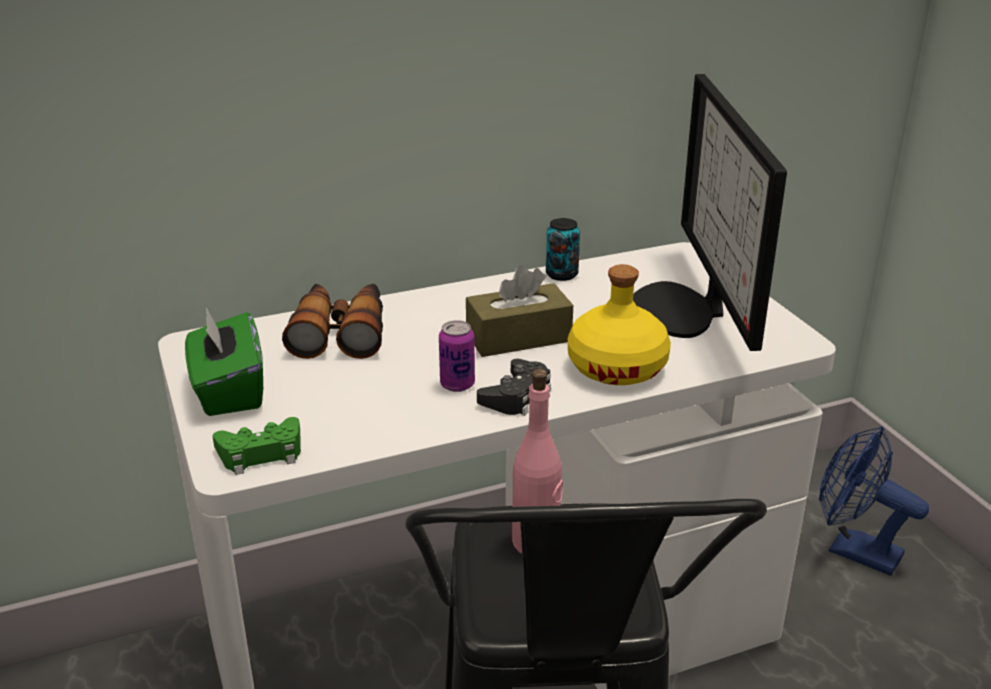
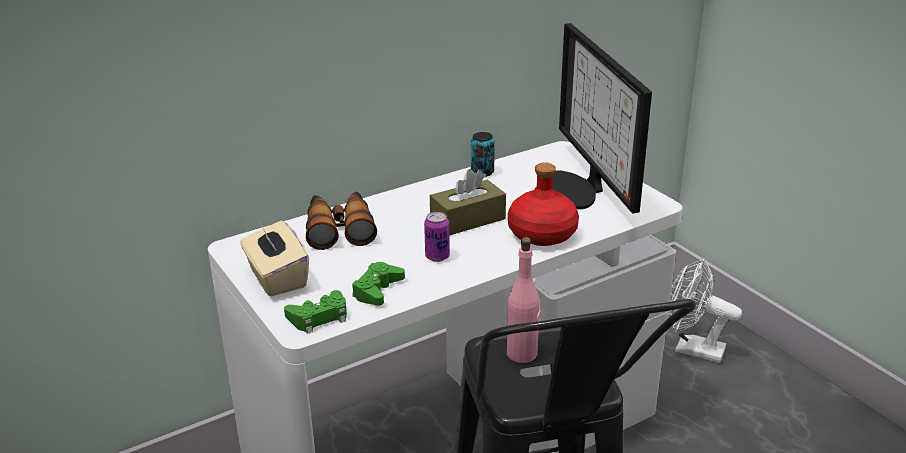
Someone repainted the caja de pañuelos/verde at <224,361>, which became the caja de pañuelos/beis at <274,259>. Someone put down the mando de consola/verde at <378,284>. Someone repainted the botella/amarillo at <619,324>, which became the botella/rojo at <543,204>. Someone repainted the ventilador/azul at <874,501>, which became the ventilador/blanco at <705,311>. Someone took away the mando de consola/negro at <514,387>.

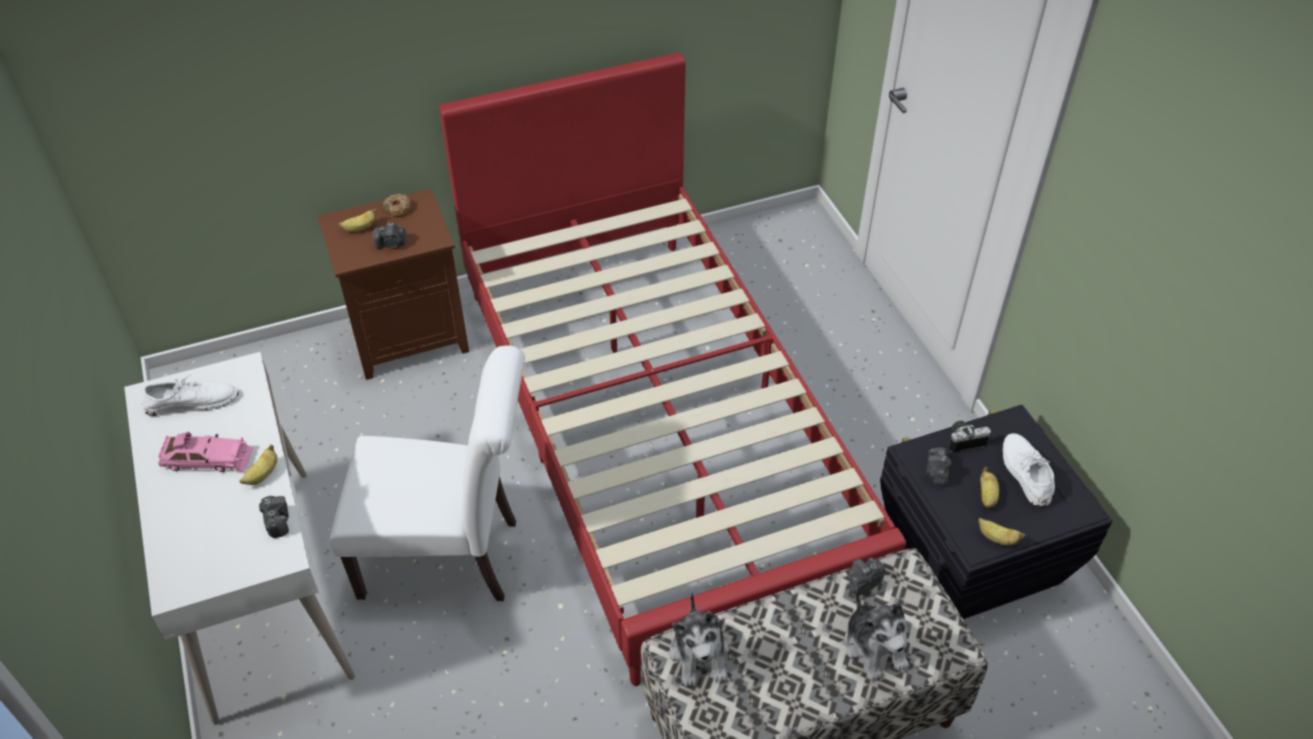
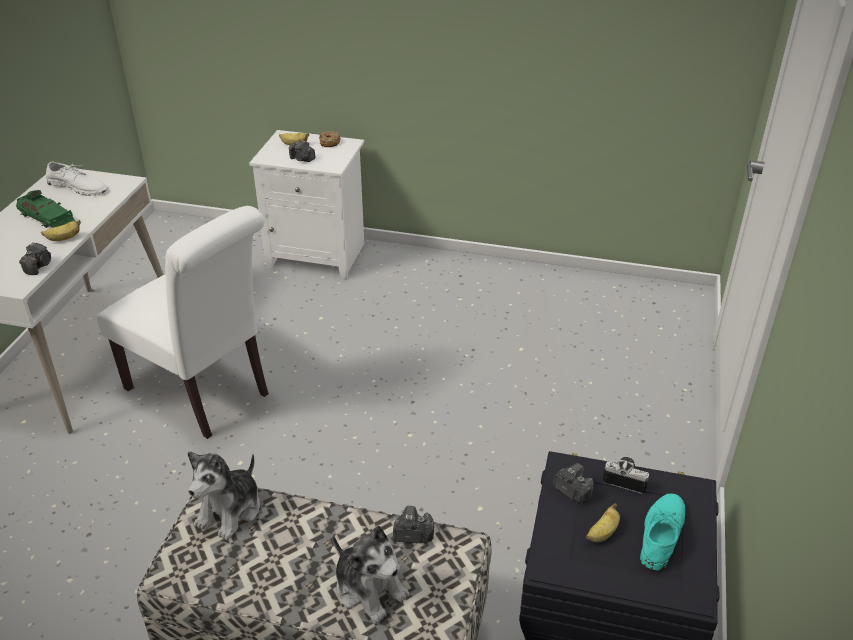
Someone repainted the coche de juguete/rosa at <205,452>, which became the coche de juguete/verde at <45,209>. Someone repainted the mesita de noche/marrón at <393,284>, which became the mesita de noche/blanco at <306,204>. Someone rotated the peluche at <876,635> by 60 degrees counterclockwise. Someone rotated the cámara at <939,466> by 90 degrees clockwise. Someone repainted the zapato/blanco at <1029,469>, which became the zapato/turquesa at <662,532>. Someone took away the cama/rojo at <672,369>. Someone took away the plátano at <1001,532>.

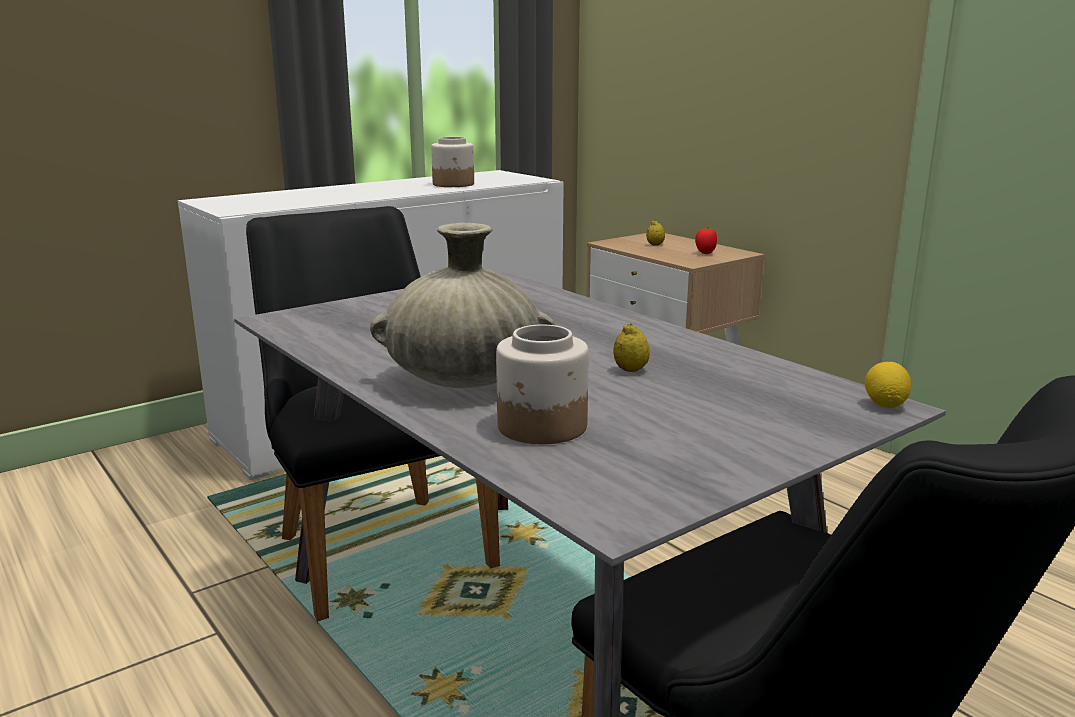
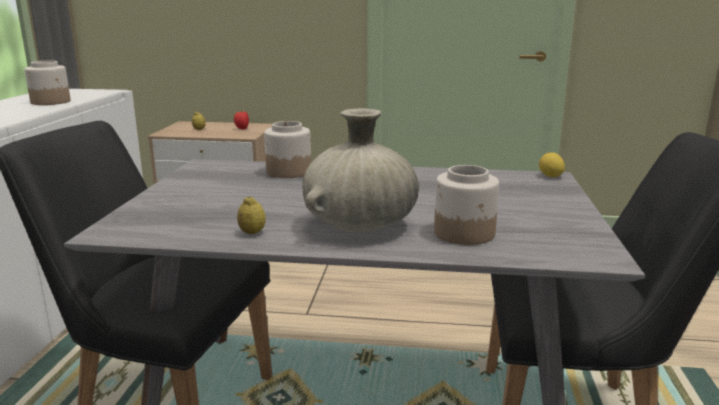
Someone carried the limón from <631,347> to <251,215>. Someone put down the tarro at <287,149>.

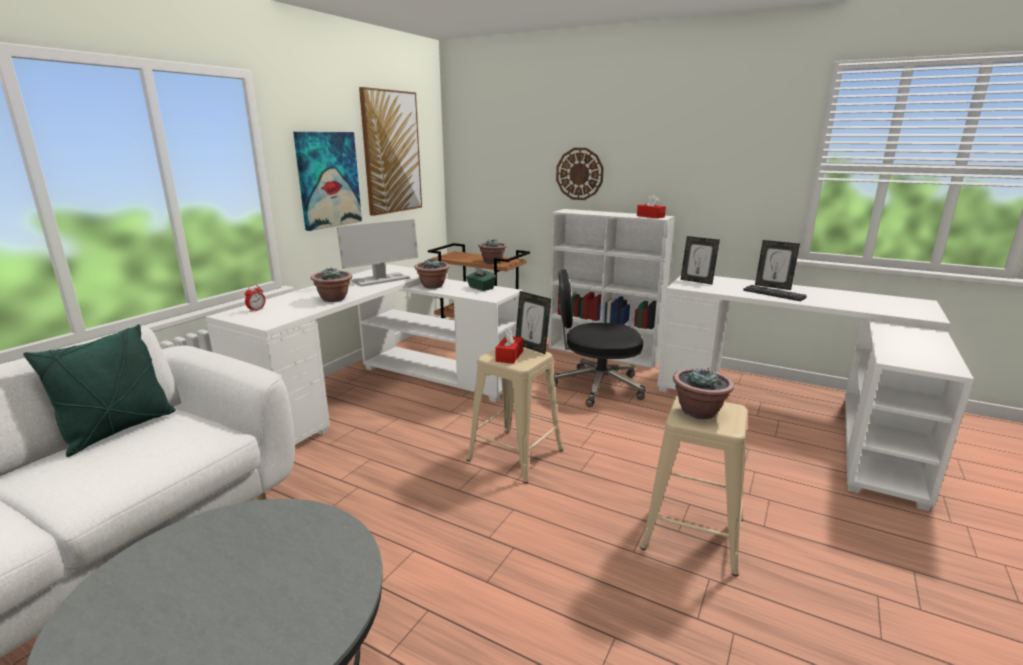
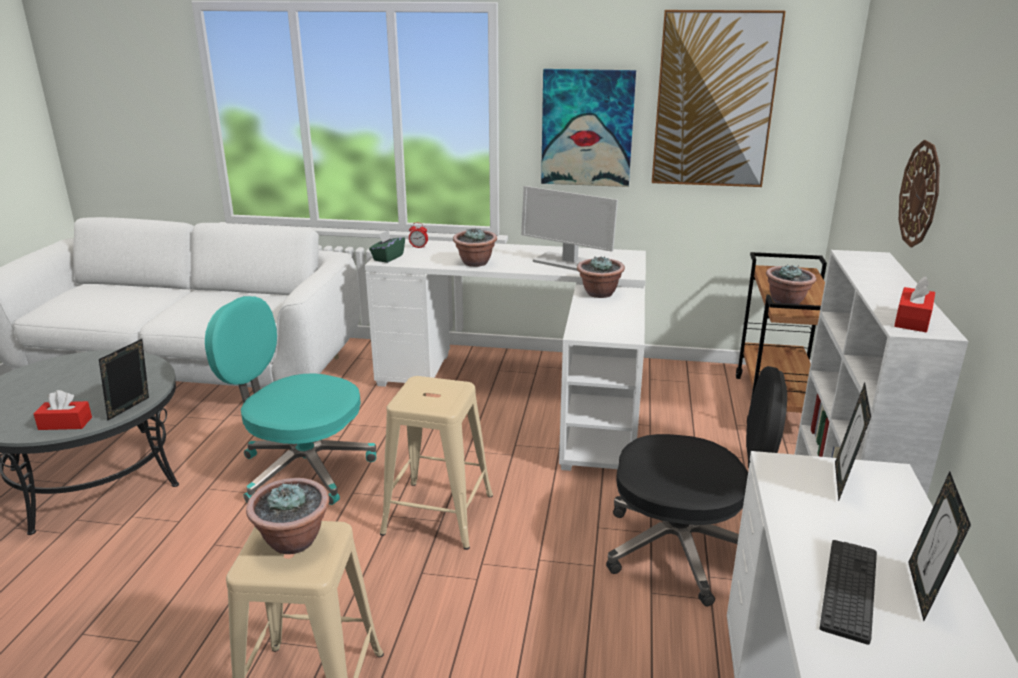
Someone carried the caja de pañuelos/rojo from <509,346> to <63,410>. Someone carried the portarretratos from <533,322> to <124,380>. Someone put down the silla de oficina/turquesa at <290,400>. Someone carried the caja de pañuelos/verde from <481,279> to <387,247>. Someone rotated the silla de oficina/negro at <599,338> by 120 degrees clockwise. Someone took away the cojín/verde at <100,390>.

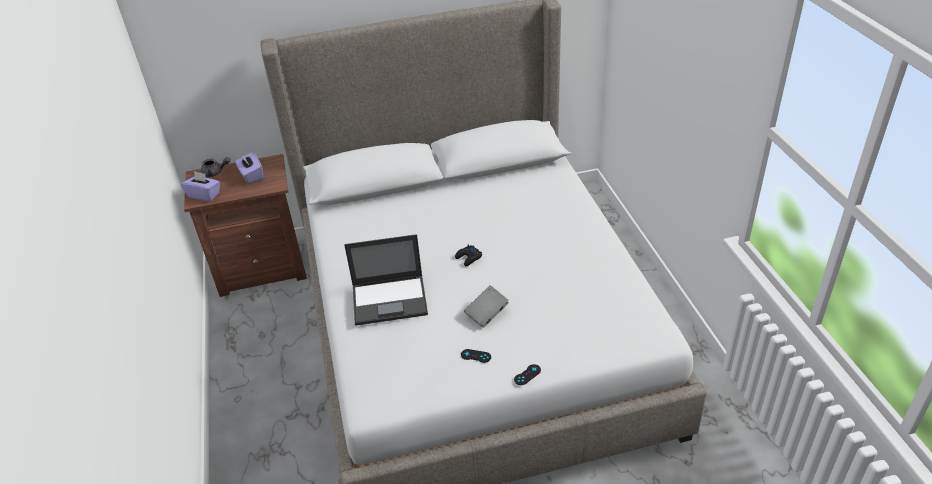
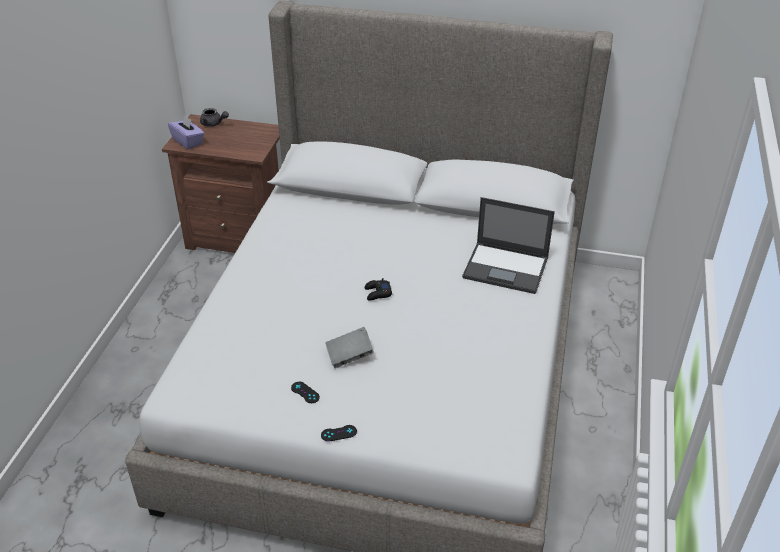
Someone carried the portátil from <386,279> to <508,245>. Someone took away the caja de pañuelos/morado at <249,168>.

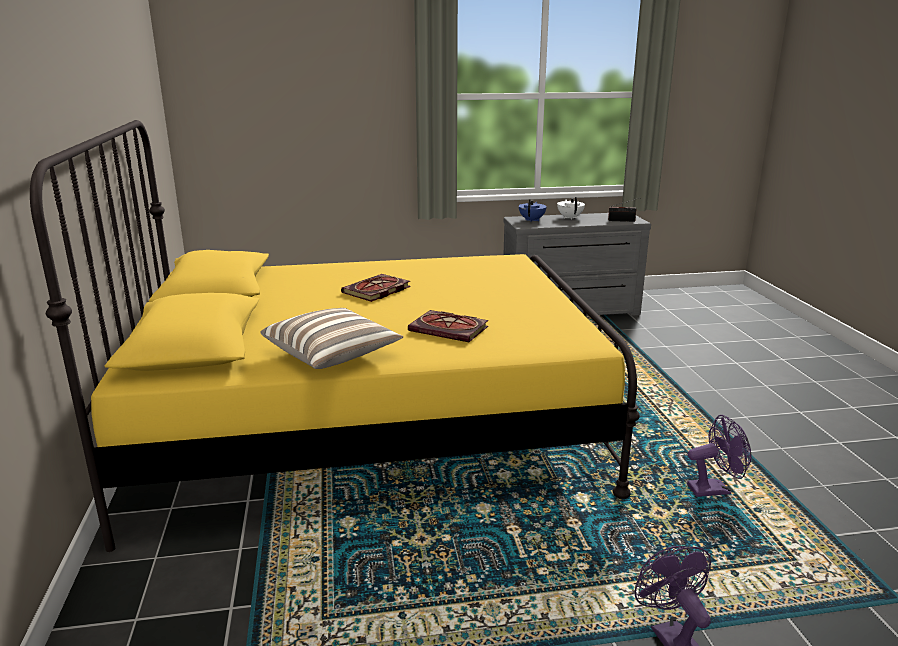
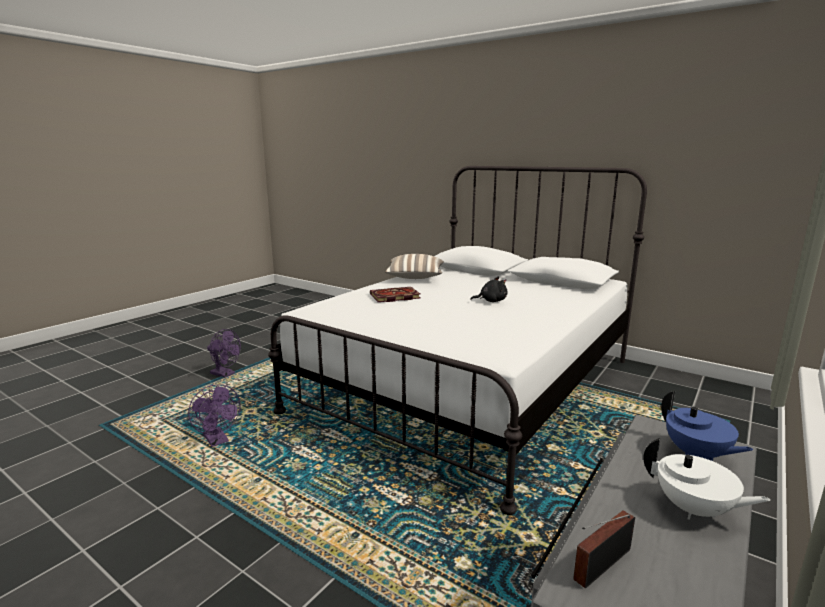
Someone rotated the ventilador/morado at <719,456> by 75 degrees counterclockwise. Someone repainted the cama/amarillo at <335,336>, which became the cama/blanco at <457,340>. Someone swapped the libro at <376,288> for the peluche/negro at <488,289>.

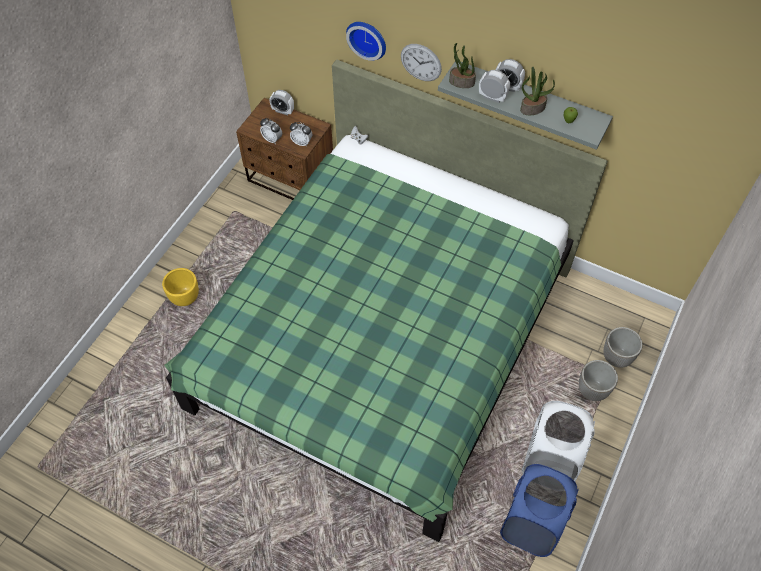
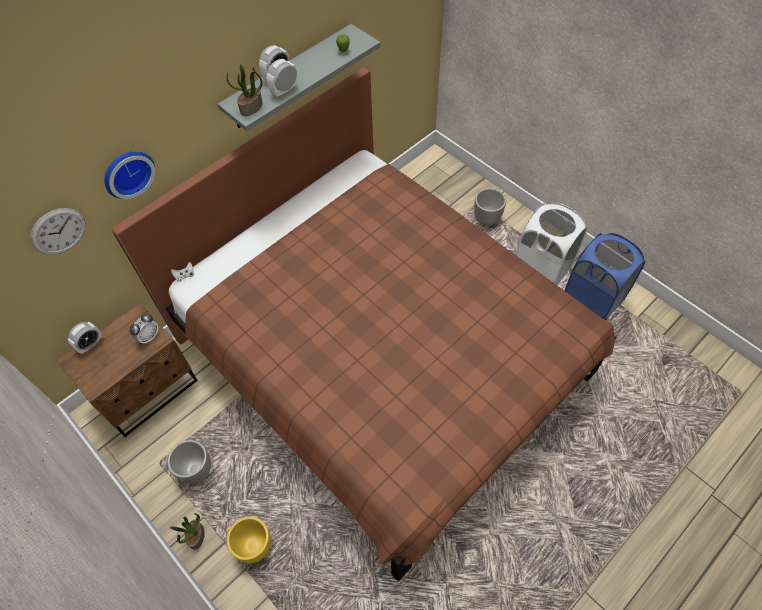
Someone carried the reloj de pared from <421,62> to <58,231>. Someone repainted the cama/verde at <386,301>, which became the cama/marrón at <363,324>. Someone carried the maceta from <623,347> to <189,462>. Someone carried the planta en maceta from <537,91> to <187,531>. Someone took away the despertador at <271,131>.

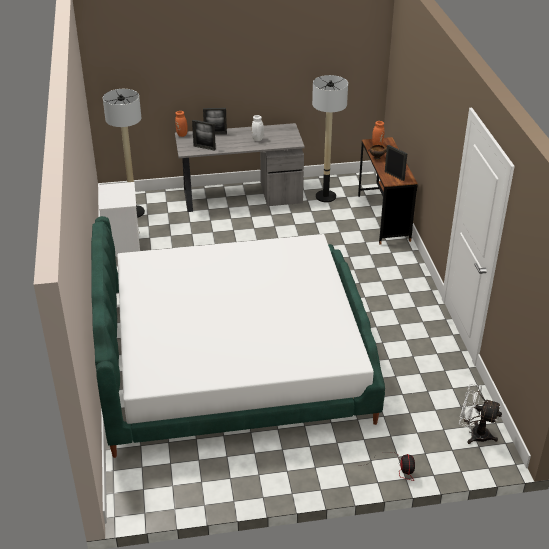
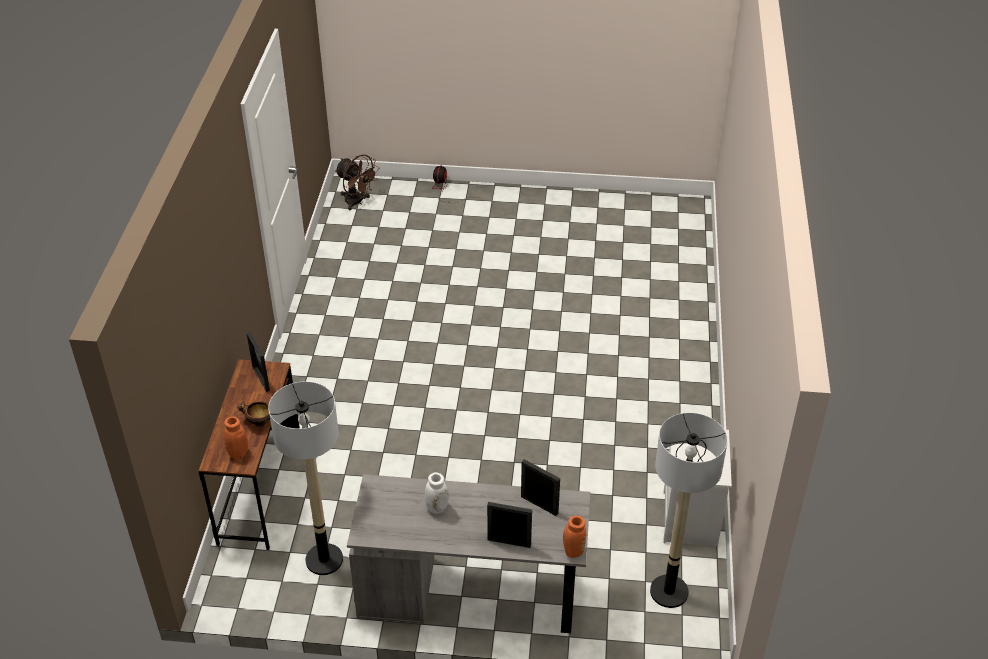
Someone repainted the ventilador/blanco at <480,414>, which became the ventilador/marrón at <357,182>. Someone took away the cama at <238,337>.

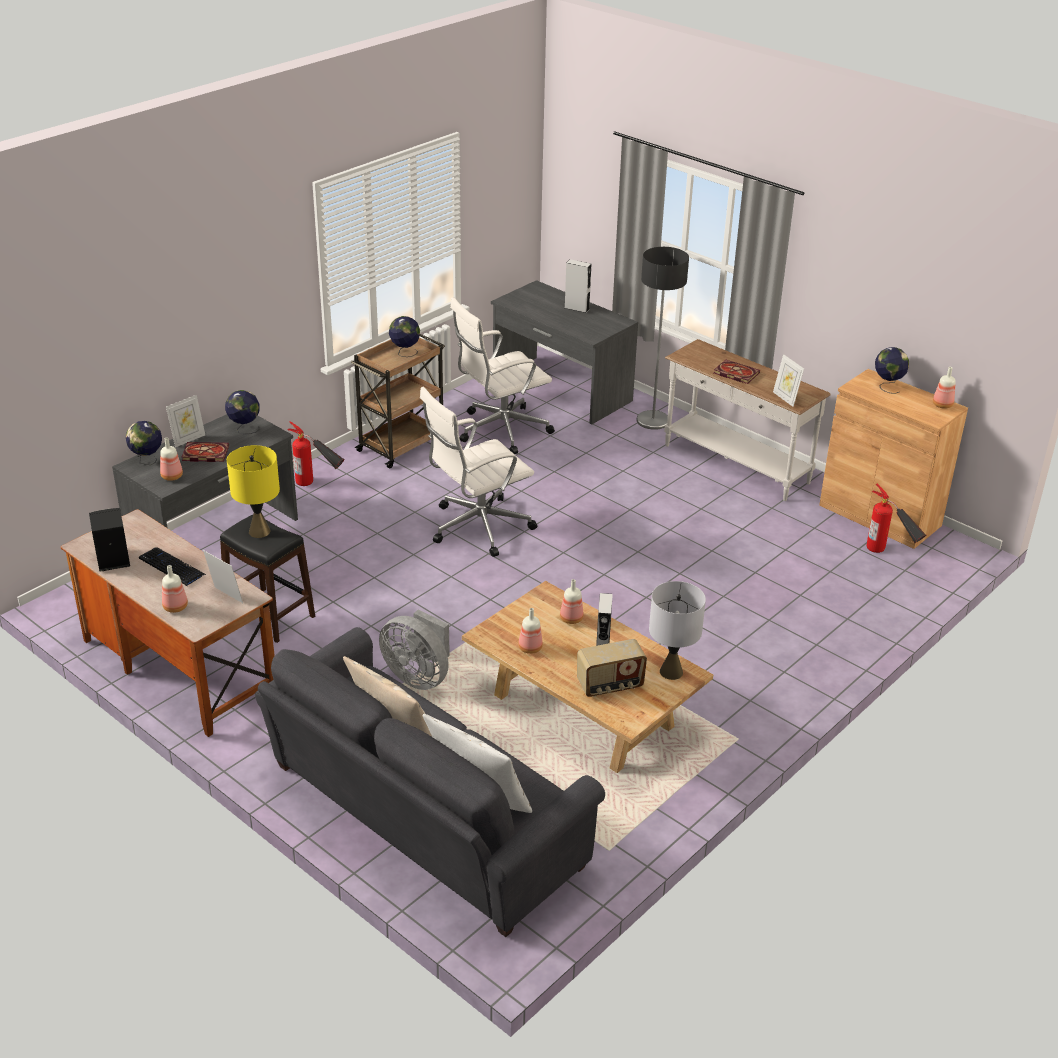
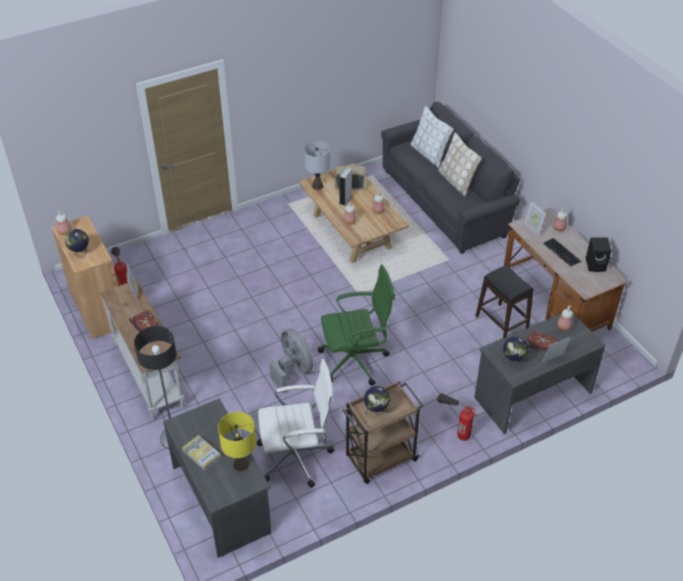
Someone swapped the altavoz/gris at <578,286> for the libro at <201,452>. Someone carried the lámpara de mesa/amarillo from <253,491> to <237,441>. Someone carried the ventilador/gris from <414,650> to <291,360>. Someone repainted the silla de oficina/blanco at <478,472>, which became the silla de oficina/verde at <356,325>. Someone took away the globo terráqueo at <144,443>.

